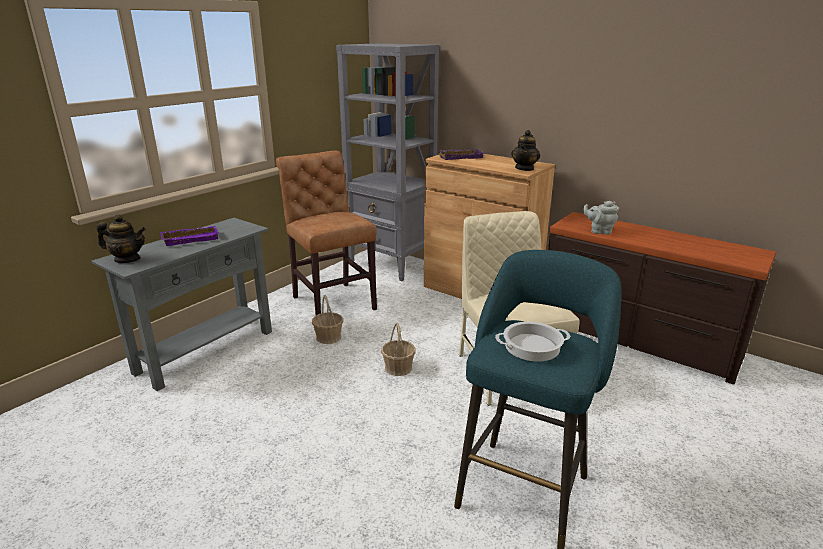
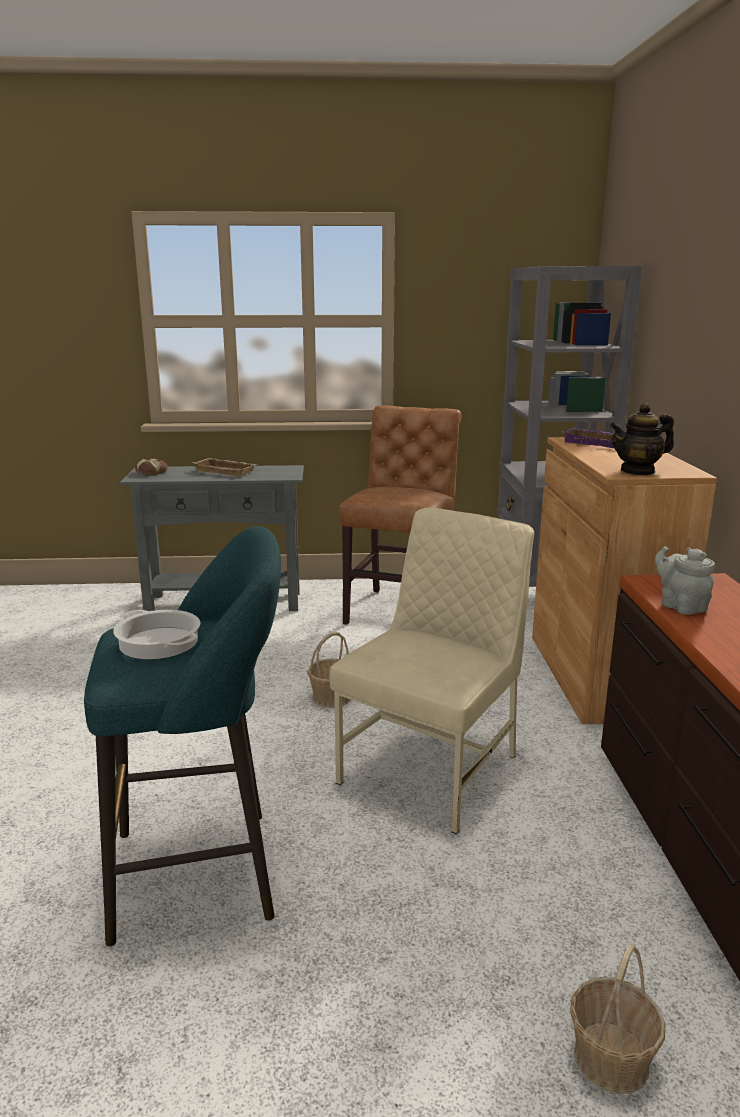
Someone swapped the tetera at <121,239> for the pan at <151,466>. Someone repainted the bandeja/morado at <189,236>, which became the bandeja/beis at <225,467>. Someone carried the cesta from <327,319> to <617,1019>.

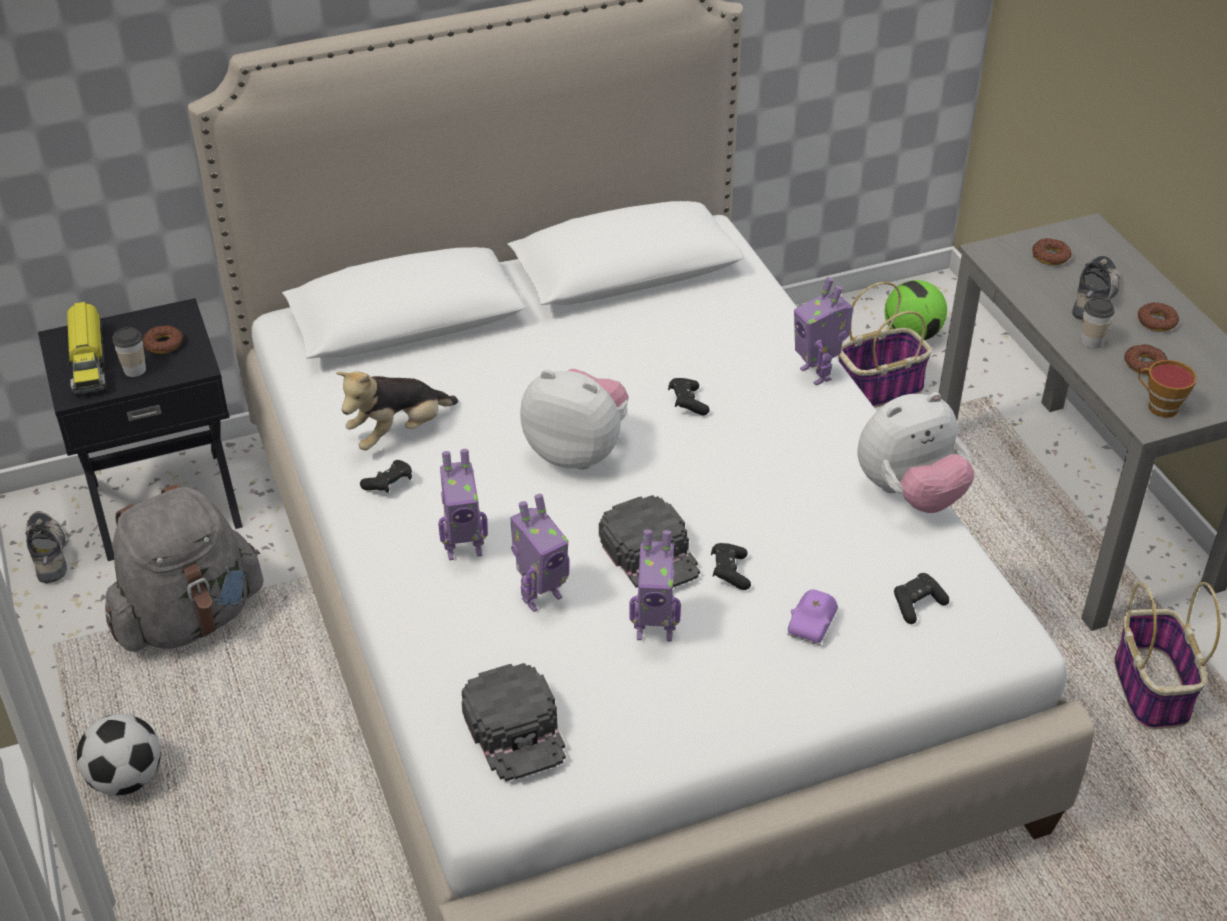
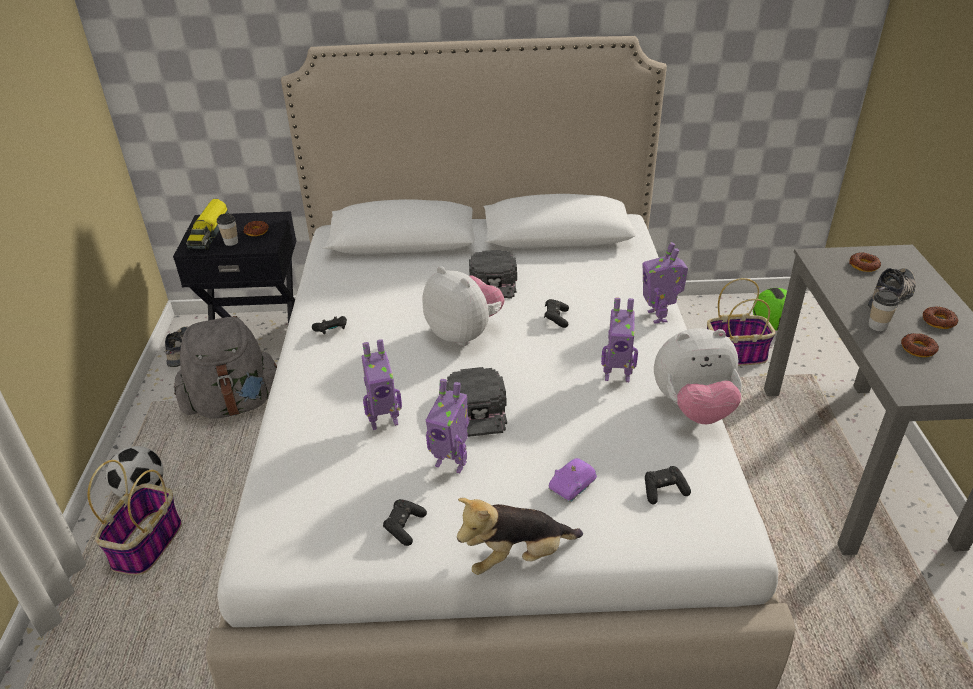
Someone carried the cesta from <1167,656> to <135,517>. Someone carried the mando de consola/negro from <731,566> to <405,522>. Someone carried the peluche from <397,410> to <520,536>. Someone carried the gorra/negro from <514,722> to <493,274>. Someone carried the robot de juguete from <463,504> to <619,340>. Someone took away the taza at <1167,389>.

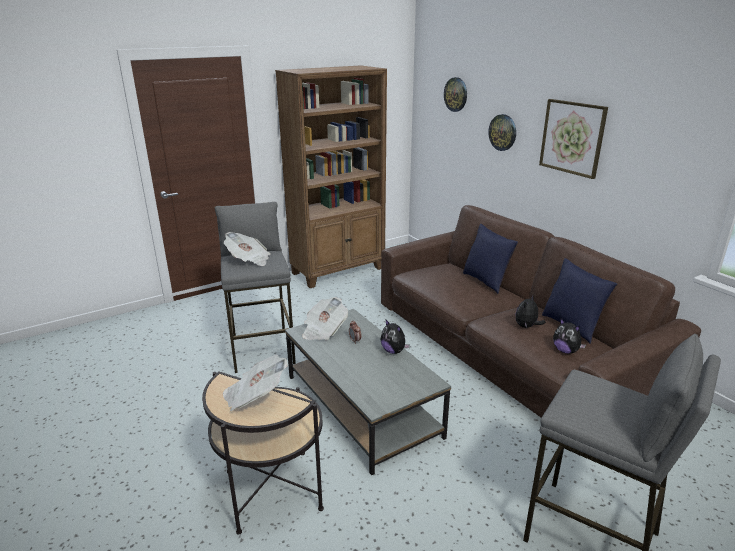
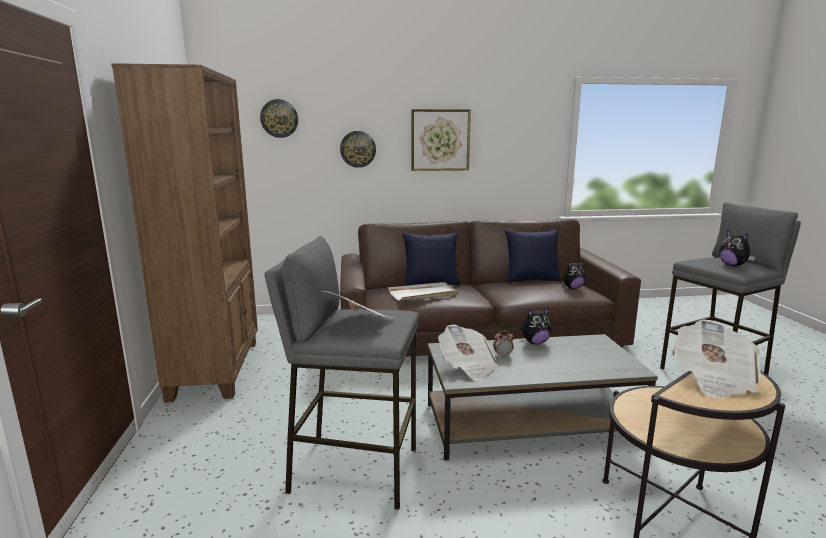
Someone put down the bandeja/blanco at <423,291>. Someone carried the peluche from <531,312> to <737,248>.

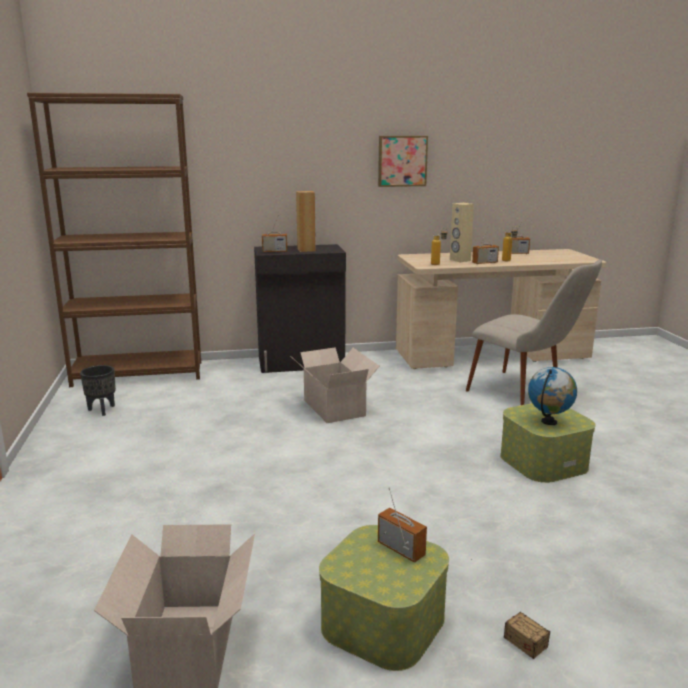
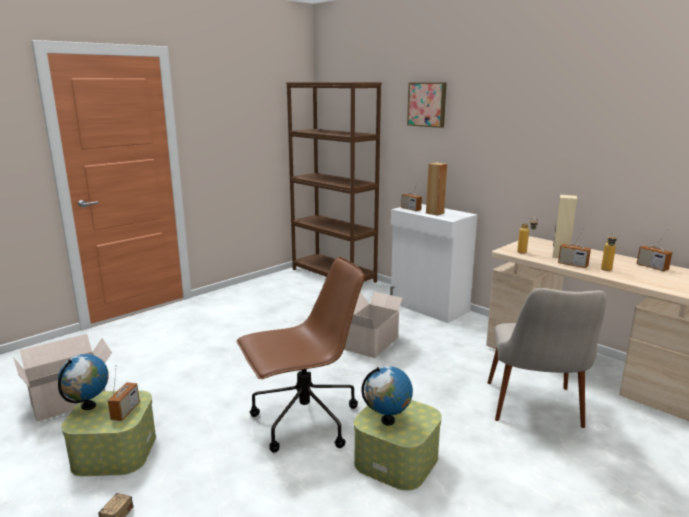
Someone put down the globo terráqueo at <83,382>. Someone put down the silla de oficina/marrón at <301,355>. Someone repainted the armario/negro at <300,308>, which became the armario/blanco at <434,263>. Someone carried the cuadro from <403,161> to <427,105>. Someone took away the maceta/negro at <98,390>.

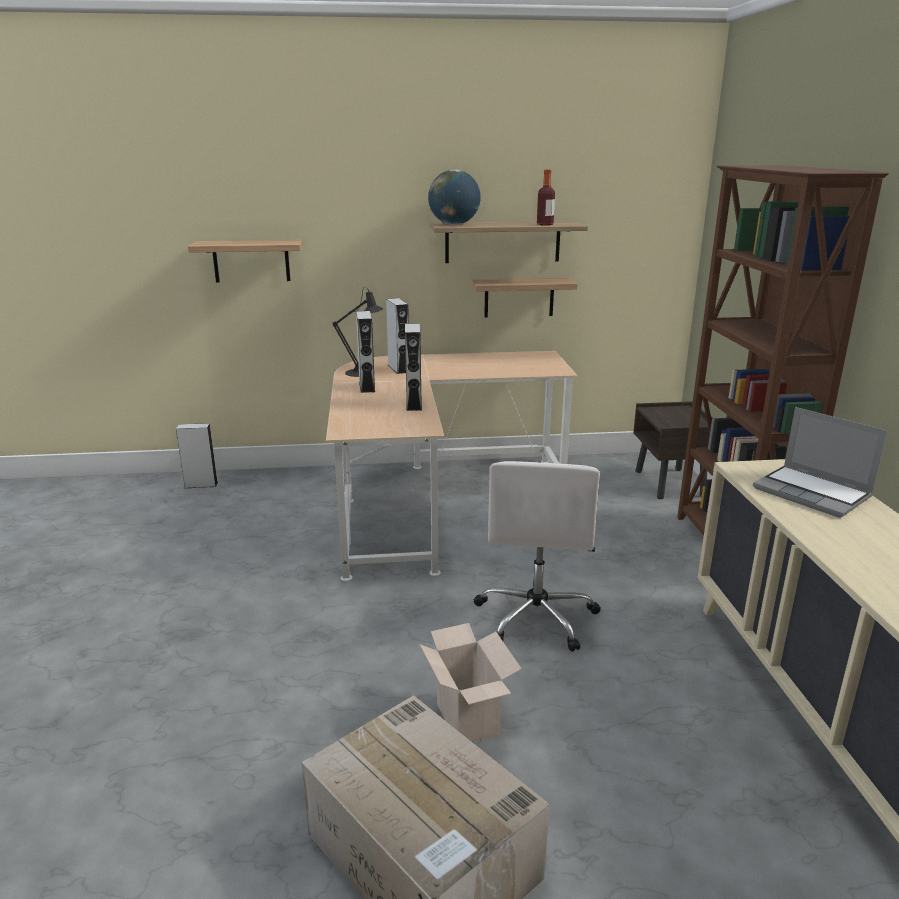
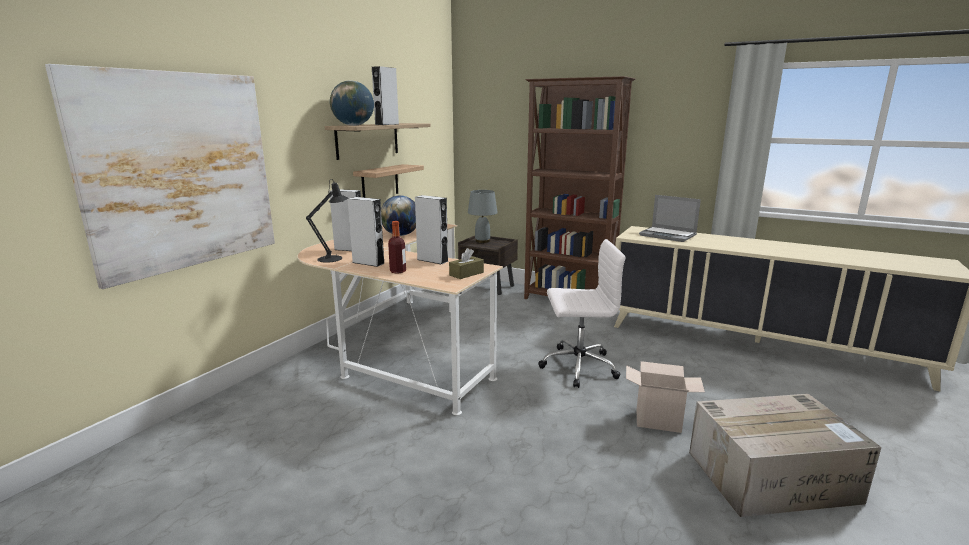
Someone swapped the estante at <245,261> for the cuadro at <160,176>. Someone carried the altavoz/gris from <197,455> to <385,95>. Someone put down the globo terráqueo at <398,215>. Someone carried the botella from <546,198> to <397,247>. Someone put down the caja de pañuelos/marrón at <466,263>. Someone put down the lámpara de mesa/gris at <483,216>. Someone rotated the silla de oficina/blanco at <537,556> by 45 degrees counterclockwise. Someone rotated the portátil at <820,462> by 45 degrees clockwise.

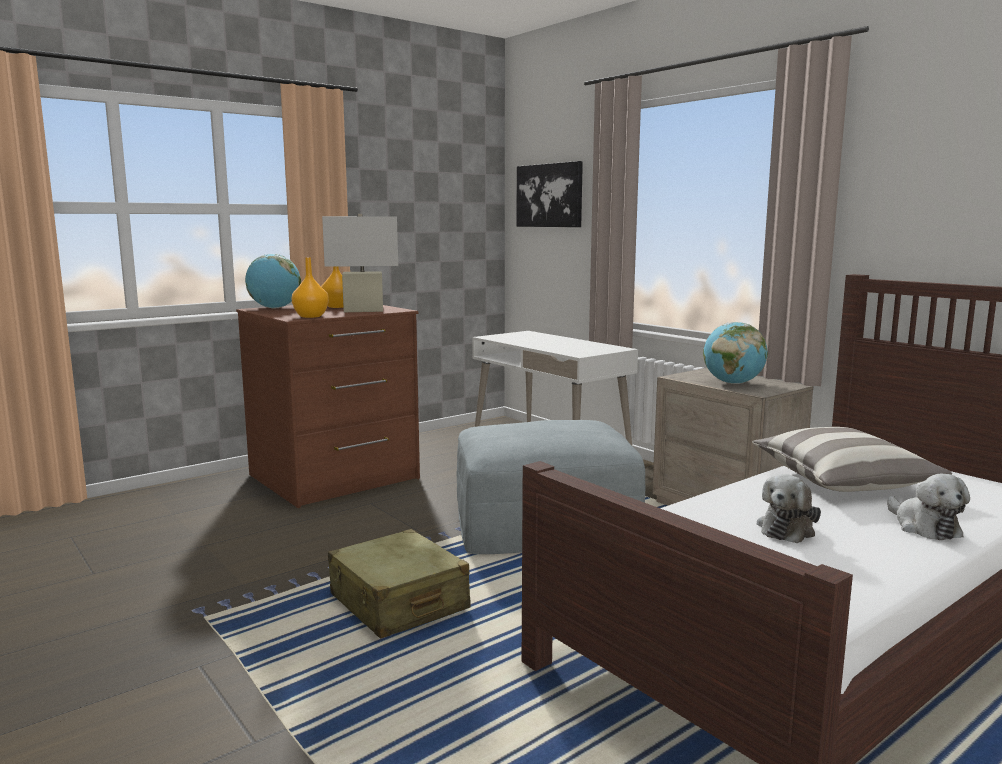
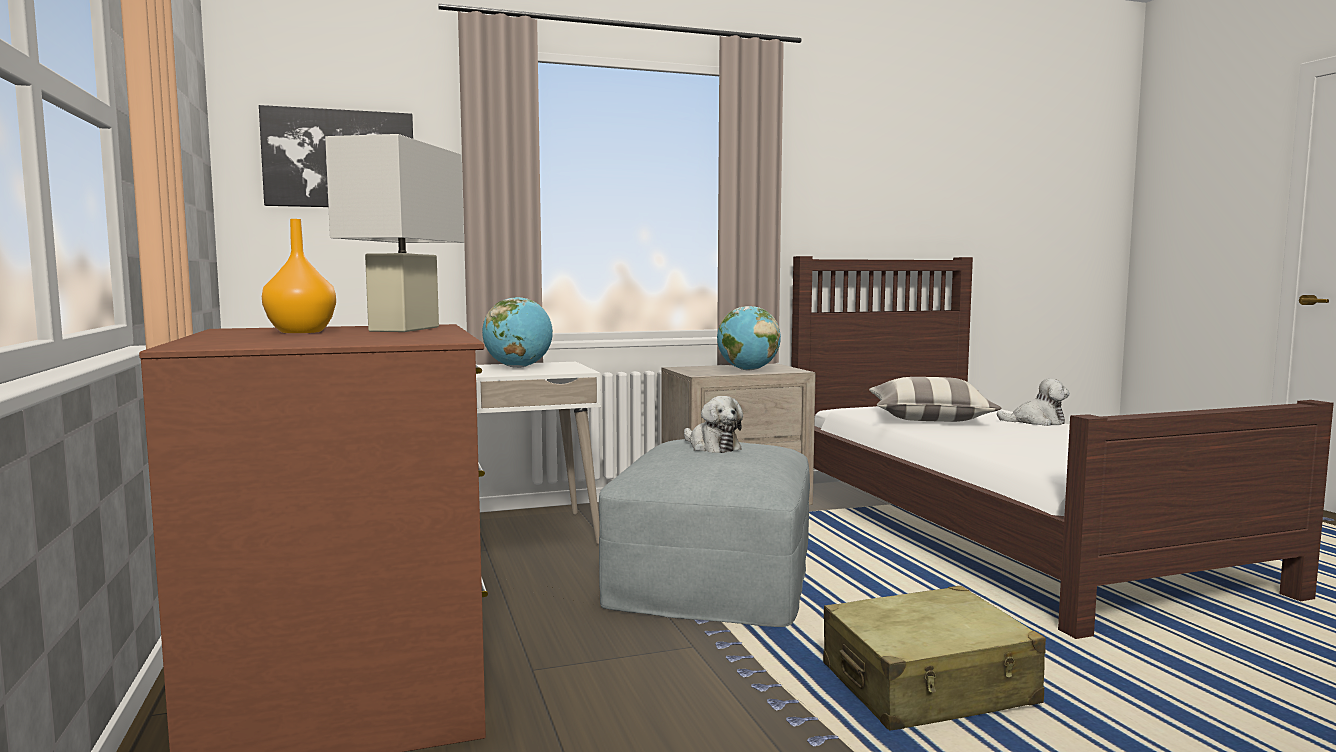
Someone carried the globo terráqueo from <273,281> to <517,332>. Someone carried the peluche from <789,508> to <713,424>. Someone took away the florero/naranja at <310,287>.

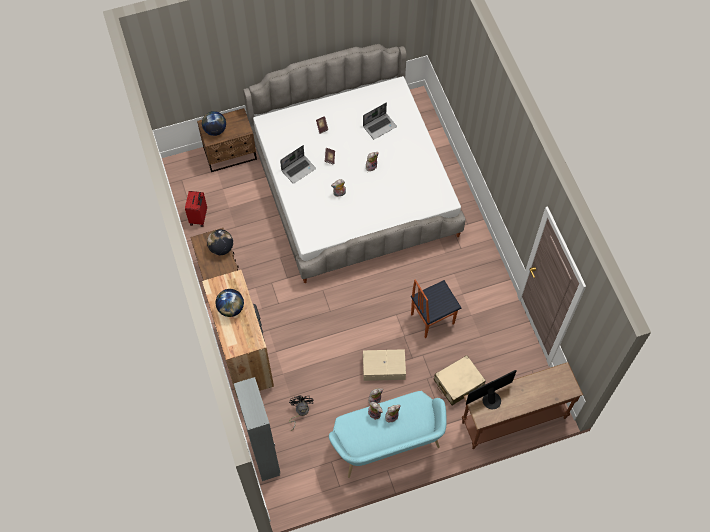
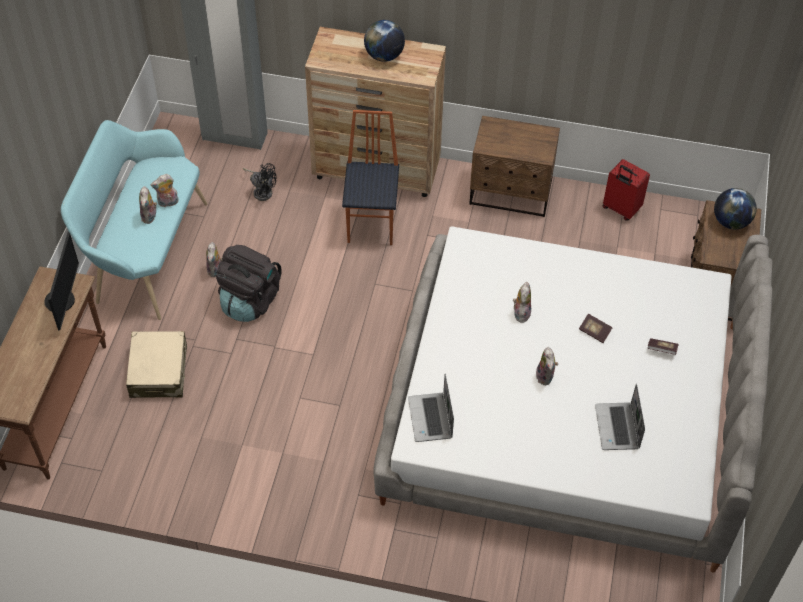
Someone swapped the caja de almacenaje/beis at <384,365> for the mochila/negro at <249,283>. Someone carried the silla from <436,308> to <370,177>. Someone carried the portátil from <298,164> to <431,408>. Someone took away the globo terráqueo at <220,242>.

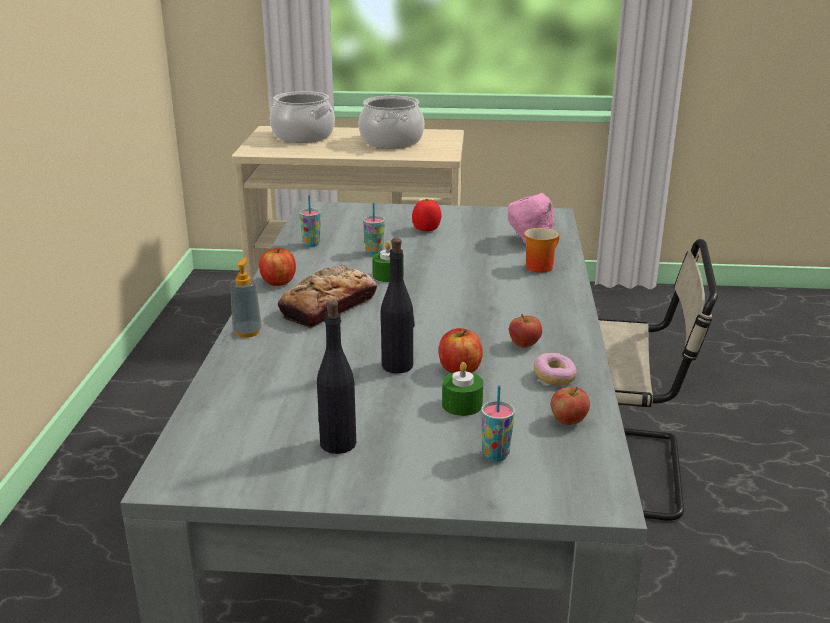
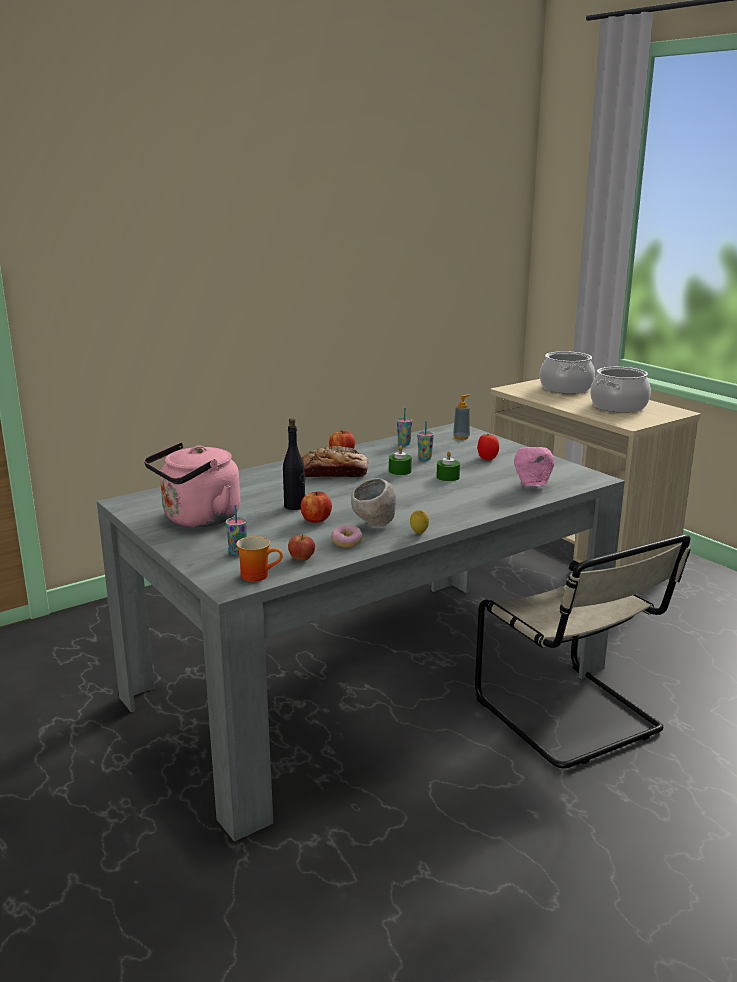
Someone swapped the botella/negro at <336,377> for the hervidor/rosa at <192,484>. Someone carried the taza grande from <541,250> to <259,558>. Someone swapped the manzana at <525,331> for the cuenco/gris at <374,502>. Someone put down the limón at <419,522>. Someone carried the vela/verde from <462,389> to <448,466>. Someone carried the dispensador de jabón from <246,297> to <461,417>.

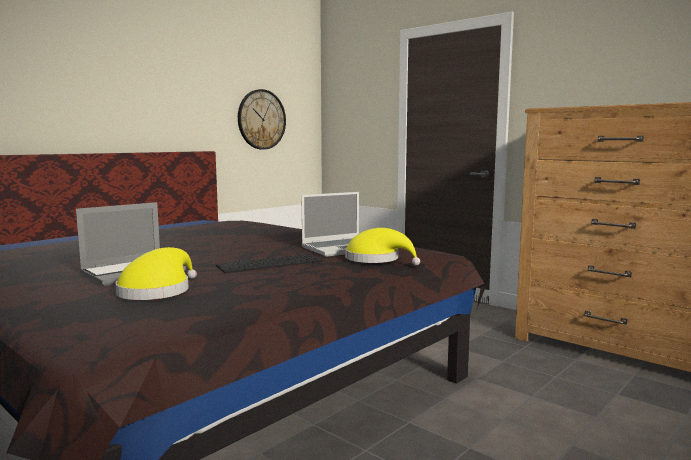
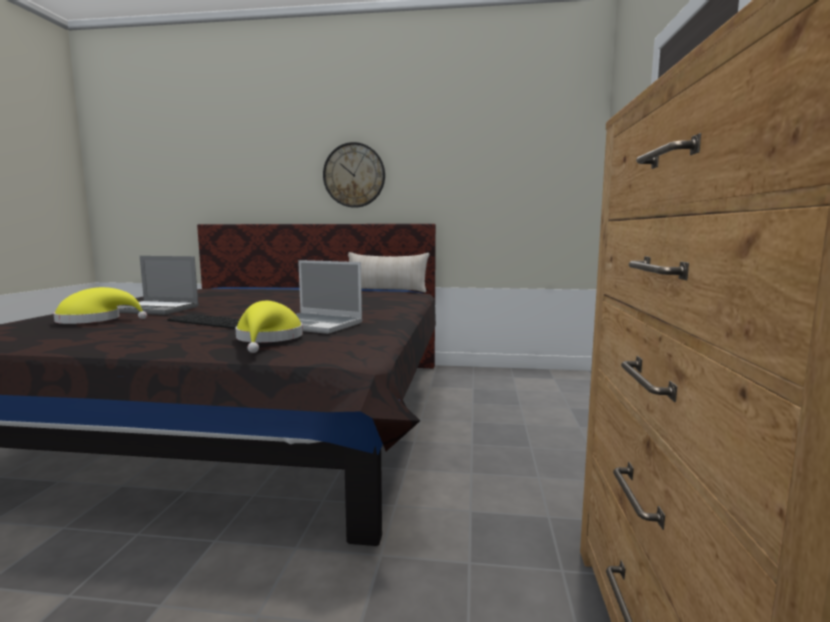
Someone carried the reloj de pared from <262,119> to <354,175>. Someone put down the cojín/beis at <389,272>.

